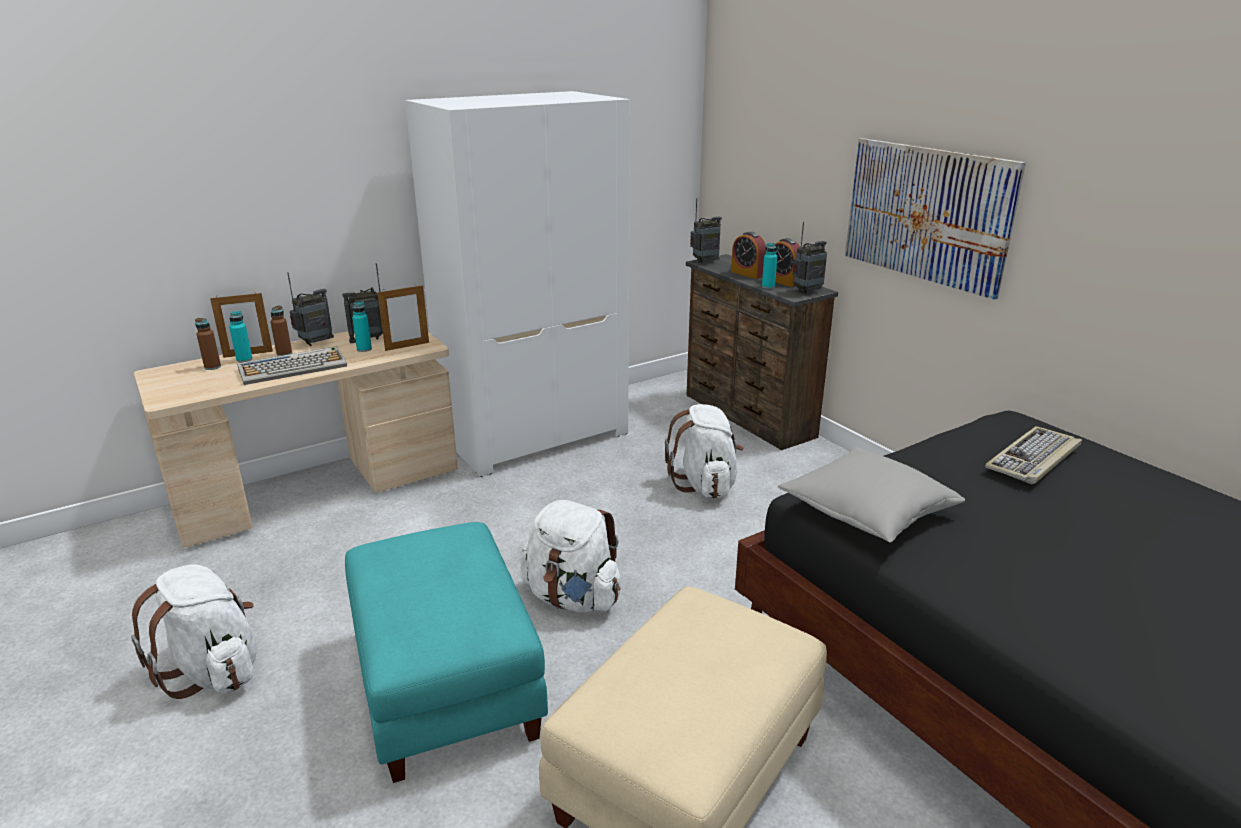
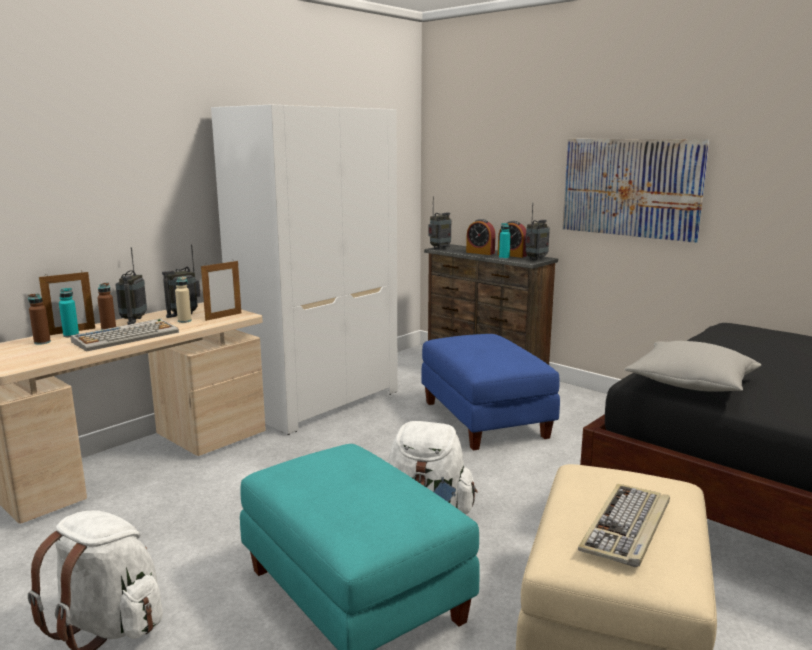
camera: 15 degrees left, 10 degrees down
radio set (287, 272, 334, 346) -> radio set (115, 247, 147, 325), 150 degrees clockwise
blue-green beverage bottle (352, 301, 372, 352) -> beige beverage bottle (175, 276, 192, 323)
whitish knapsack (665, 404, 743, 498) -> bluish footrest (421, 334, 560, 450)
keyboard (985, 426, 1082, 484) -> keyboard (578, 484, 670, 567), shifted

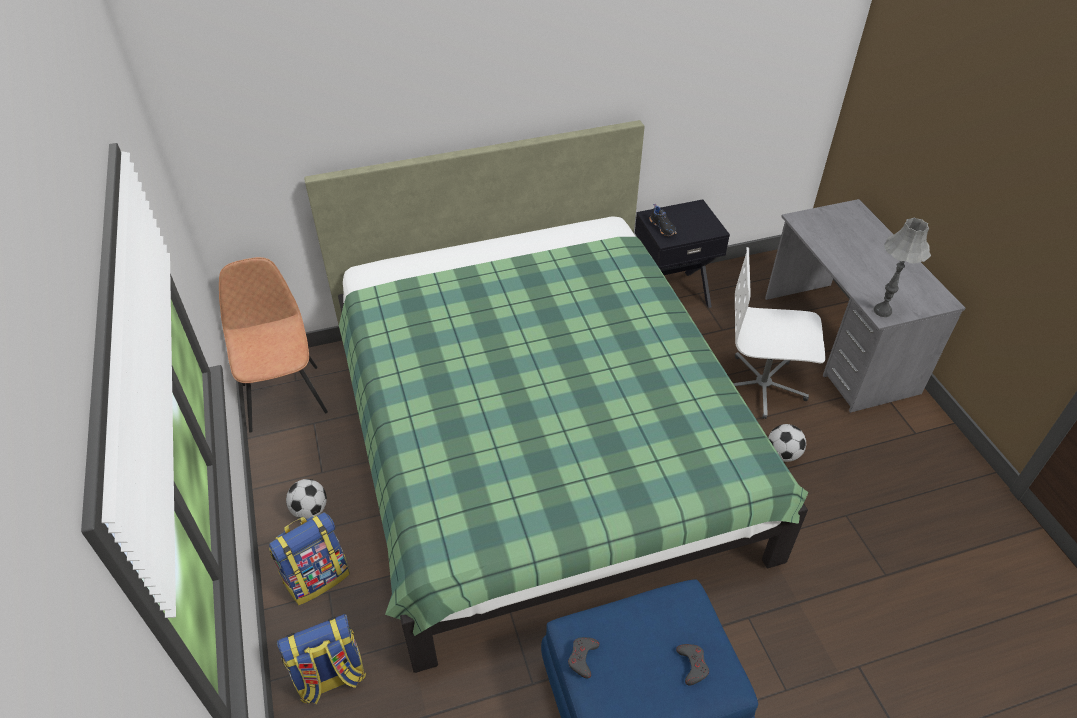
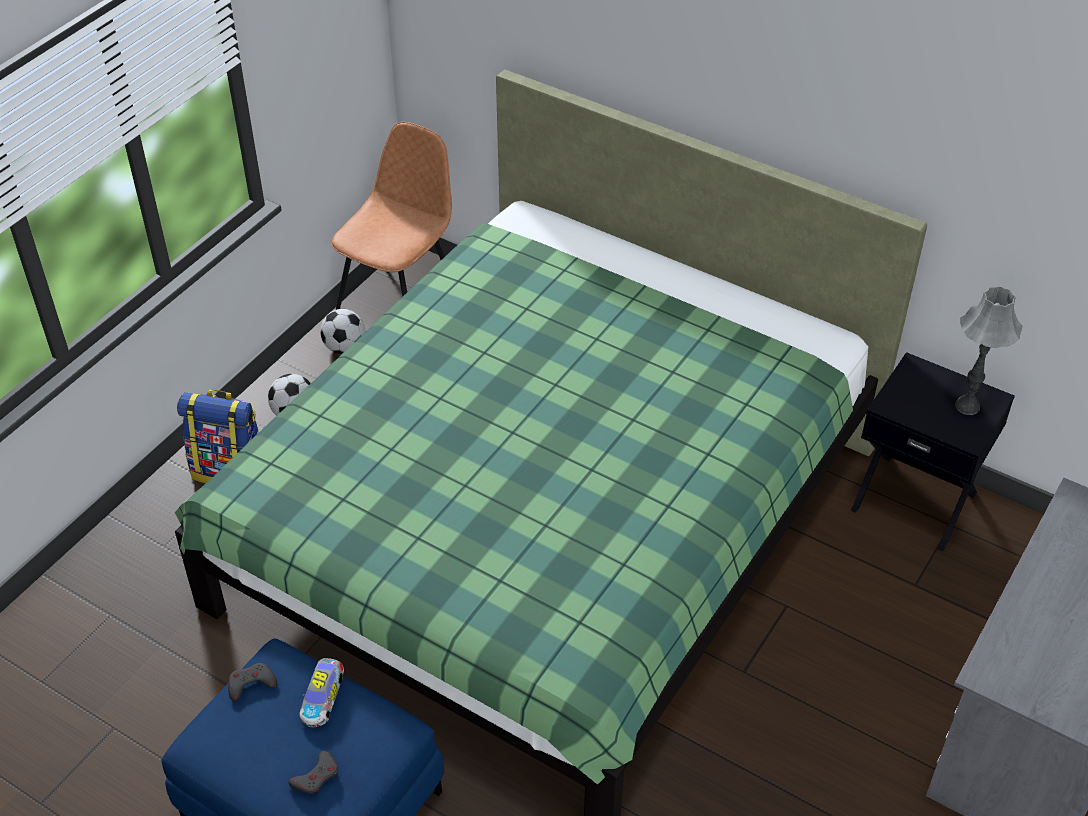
camera: 50 degrees right, 0 degrees up
none -> miniature car (299, 658, 344, 727)
ball for football (768, 424, 806, 462) -> ball for football (320, 309, 365, 354), shifted
grey tabletop lamp (874, 218, 931, 317) -> grey tabletop lamp (955, 286, 1022, 415), shifted
knapsack (277, 614, 366, 704) -> none
blackish item of footwear (649, 204, 677, 236) -> none
whitish desk chair (733, 247, 826, 419) -> none

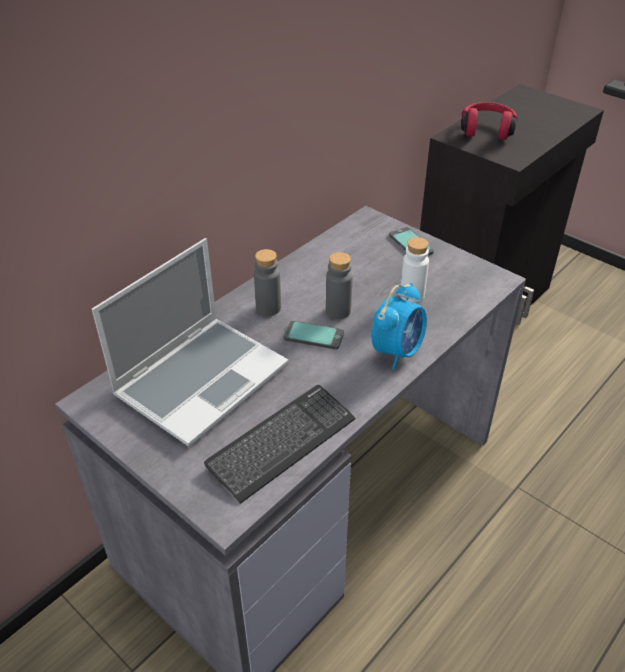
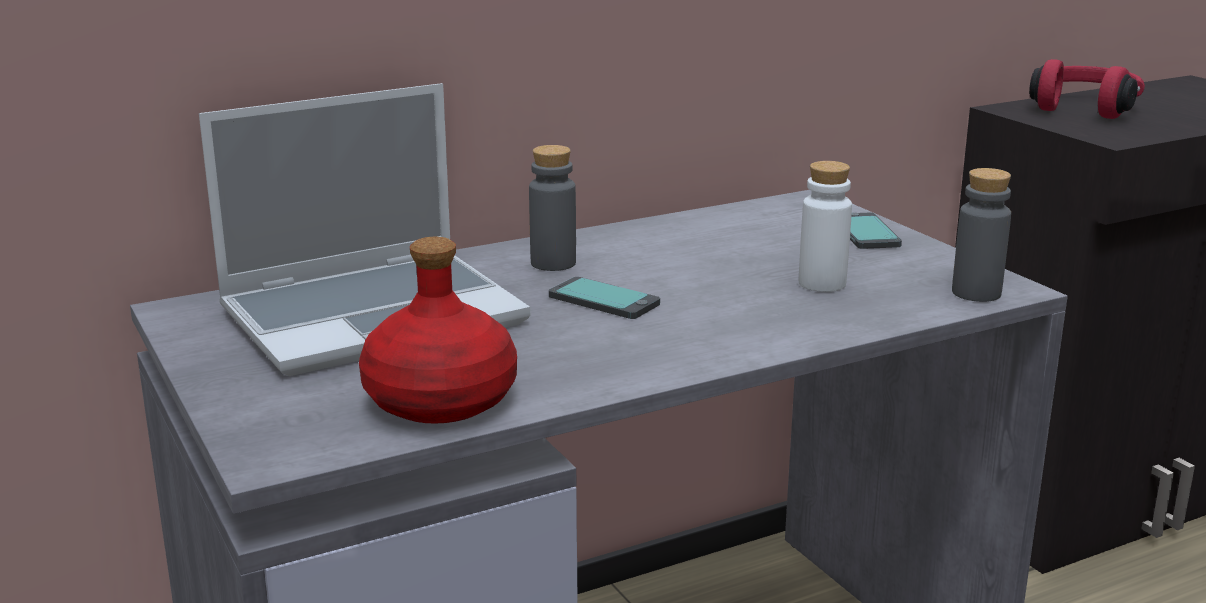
camera: 20 degrees right, 20 degrees down
keyboard (204, 385, 355, 504) -> red beverage bottle (359, 237, 517, 424)
grey beverage bottle (326, 252, 353, 319) -> grey beverage bottle (952, 168, 1011, 302), shifted
bedside clock (371, 283, 427, 370) -> none

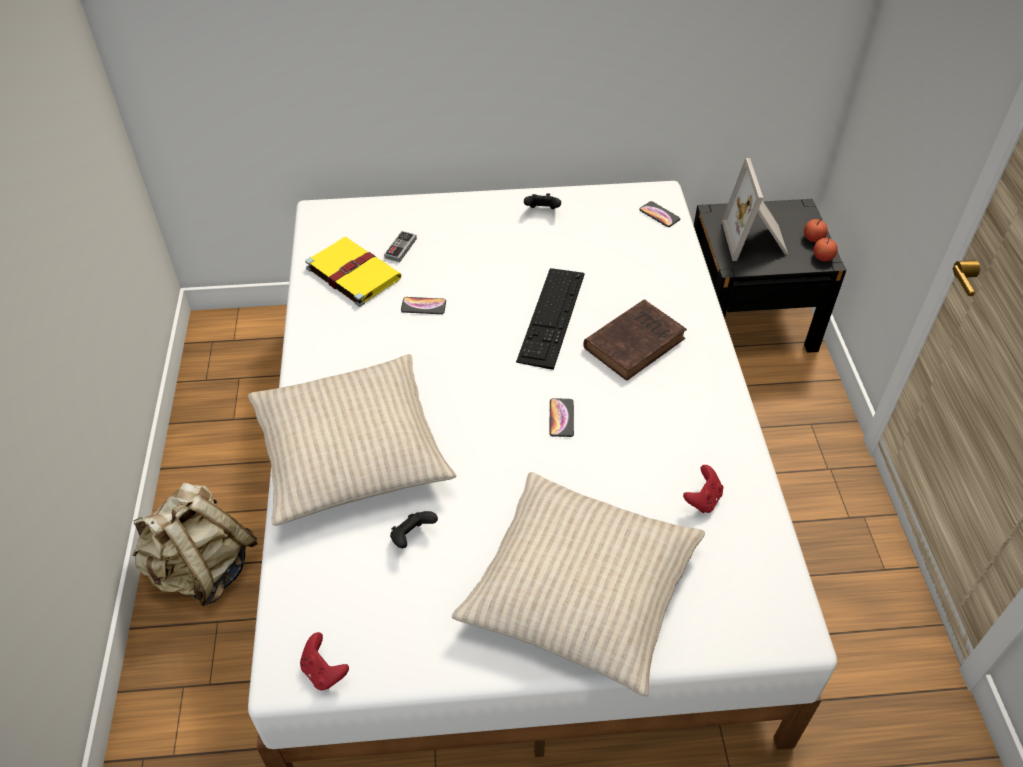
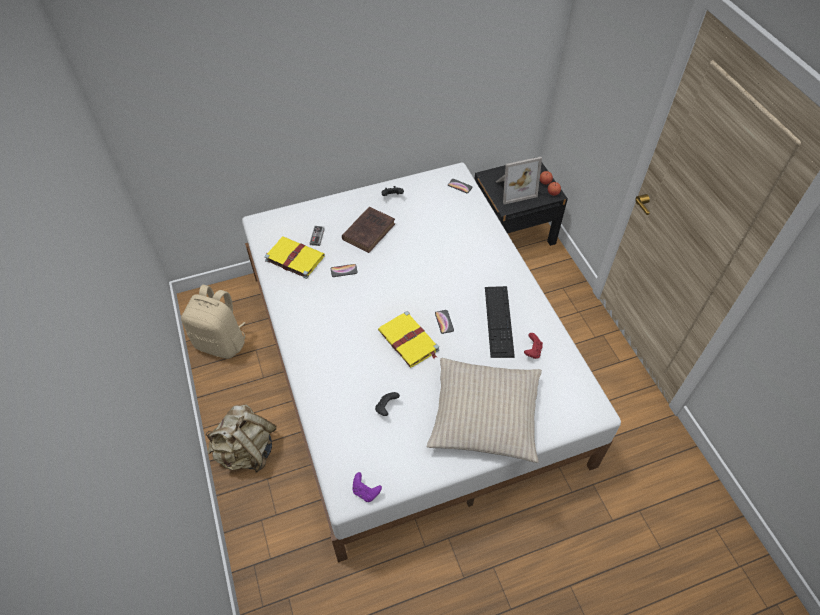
camera: 15 degrees left, 5 degrees up
none -> beige knapsack (181, 285, 246, 359)
brown bound book (583, 299, 687, 381) -> brown bound book (342, 207, 395, 253), shifted
red joypad (300, 632, 349, 690) -> purplish joypad (352, 472, 382, 502)
none -> yellowish bound book (378, 311, 439, 368)
keyboard (516, 268, 584, 370) -> keyboard (485, 286, 515, 358), shifted
picture frame (721, 158, 788, 261) -> picture frame (496, 157, 542, 205), 90 degrees counterclockwise
beige cushion (248, 354, 456, 526) -> none

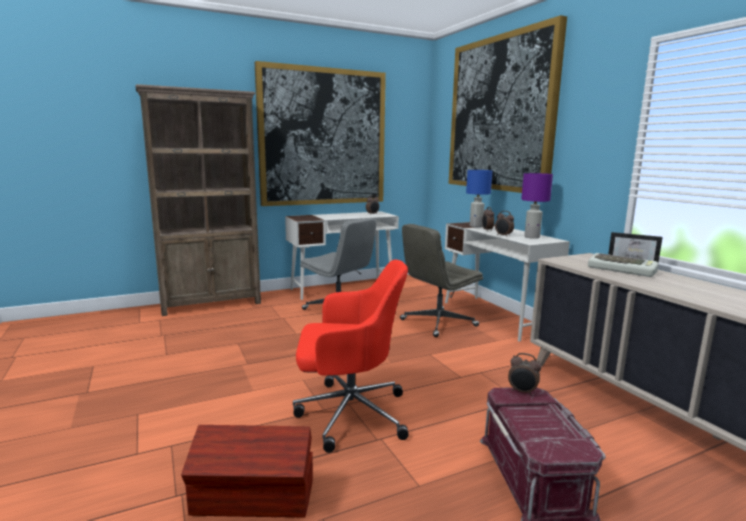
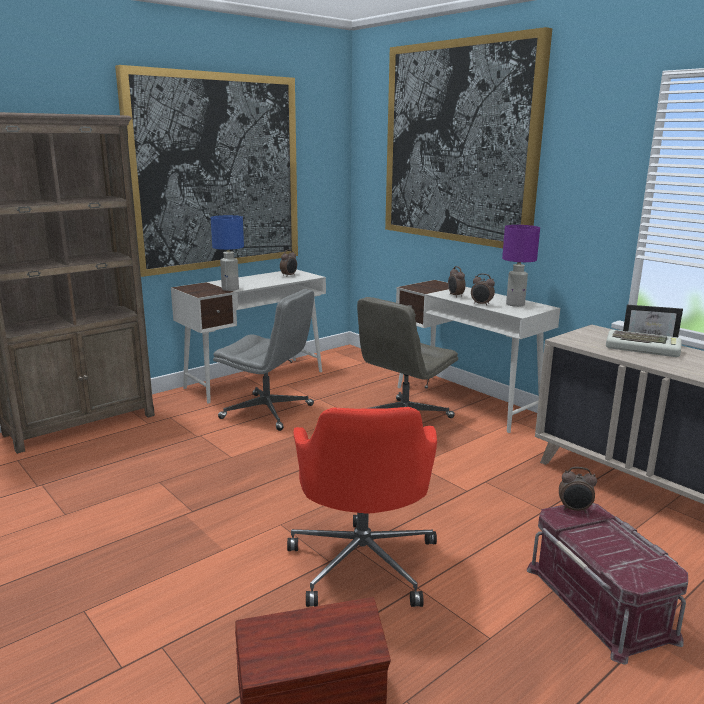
camera: 15 degrees left, 5 degrees up
bluish tabletop lamp (466, 170, 492, 227) -> bluish tabletop lamp (211, 215, 244, 291), shifted
red desk chair (293, 259, 409, 453) -> red desk chair (287, 407, 437, 607), 105 degrees clockwise

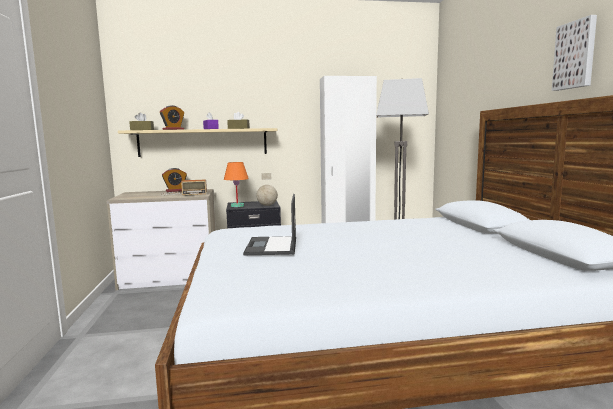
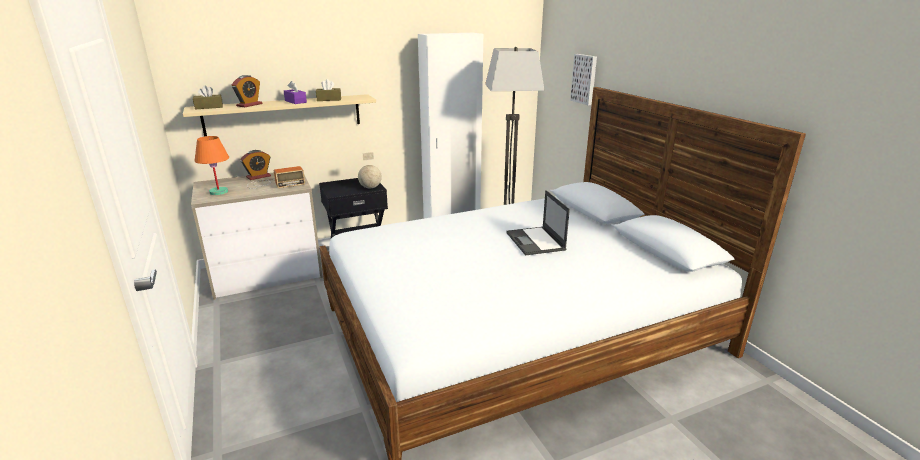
camera: 15 degrees left, 15 degrees up
orangey tabletop lamp (224, 162, 249, 207) -> orangey tabletop lamp (195, 136, 229, 195), shifted
notebook computer (243, 194, 296, 255) -> notebook computer (506, 190, 570, 255), shifted
wall art (552, 15, 597, 91) -> wall art (570, 54, 597, 105), shifted

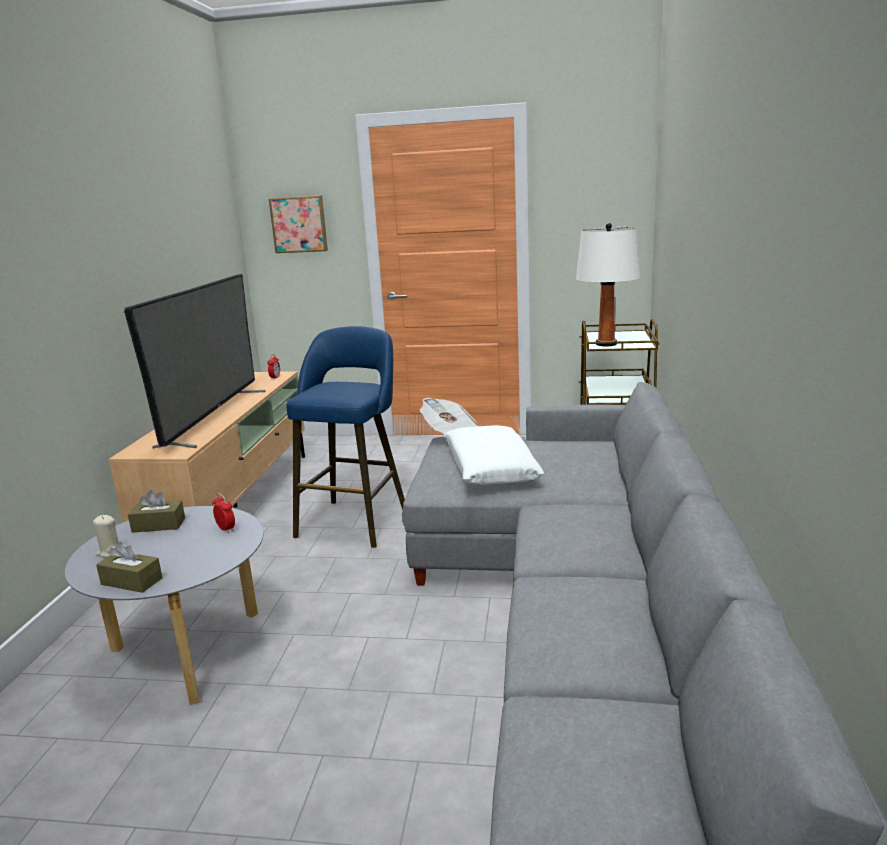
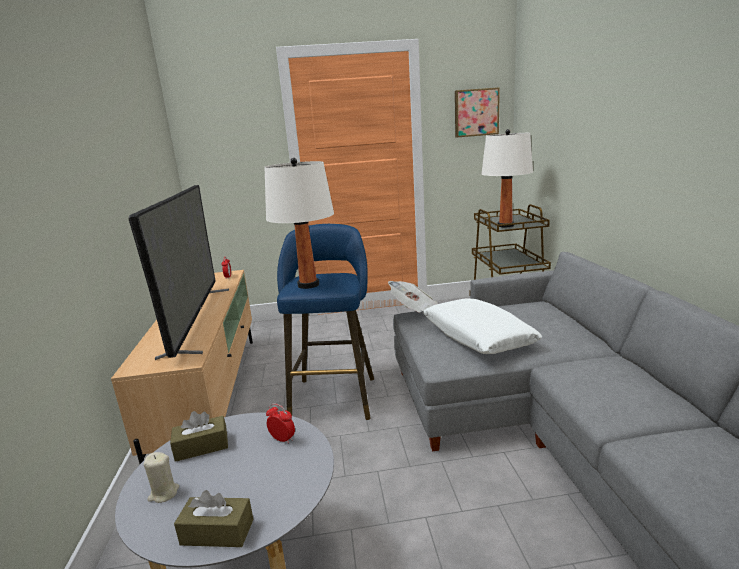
camera: 15 degrees left, 0 degrees up
none -> whitish tabletop lamp (265, 158, 334, 289)
wall art (269, 196, 328, 253) -> wall art (455, 87, 500, 137), shifted

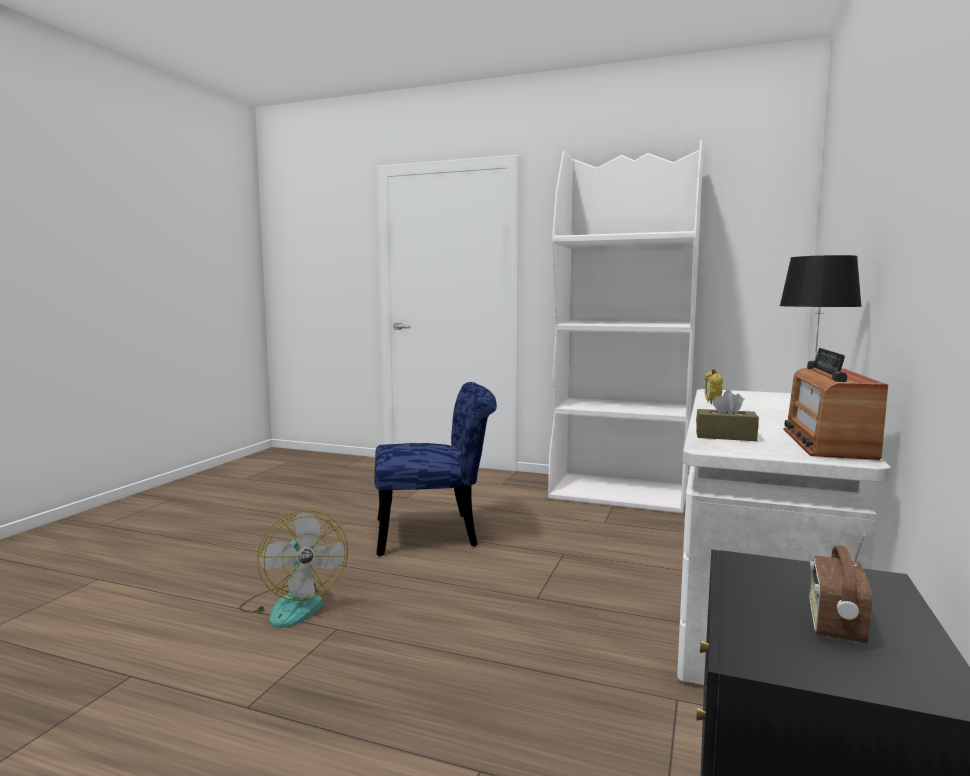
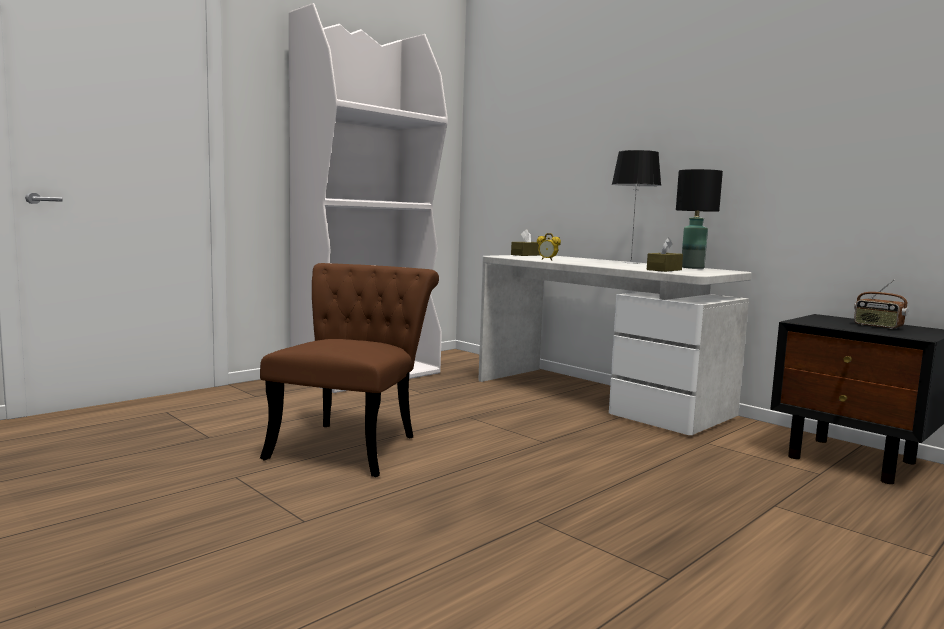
camera: 65 degrees left, 0 degrees up
bluish plain chair (374, 382, 497, 556) -> brown plain chair (260, 263, 439, 477)
none -> brown box of tissues (511, 229, 541, 256)
radio set (783, 348, 888, 460) -> blackish tabletop lamp (676, 169, 723, 269)
electric fan (239, 510, 348, 628) -> none

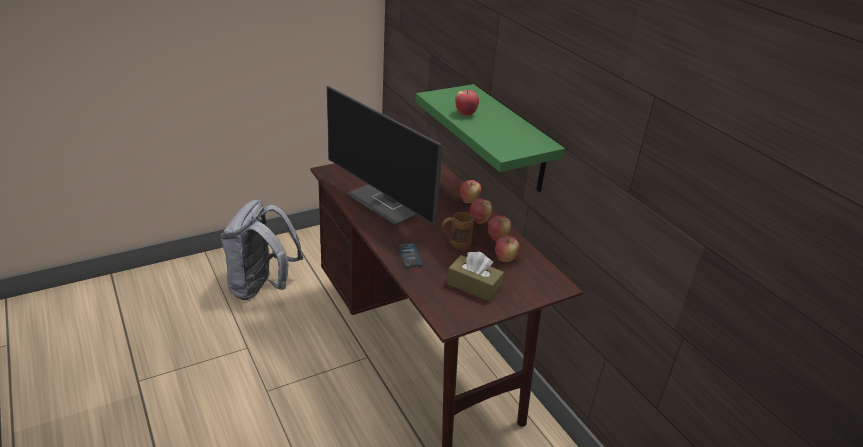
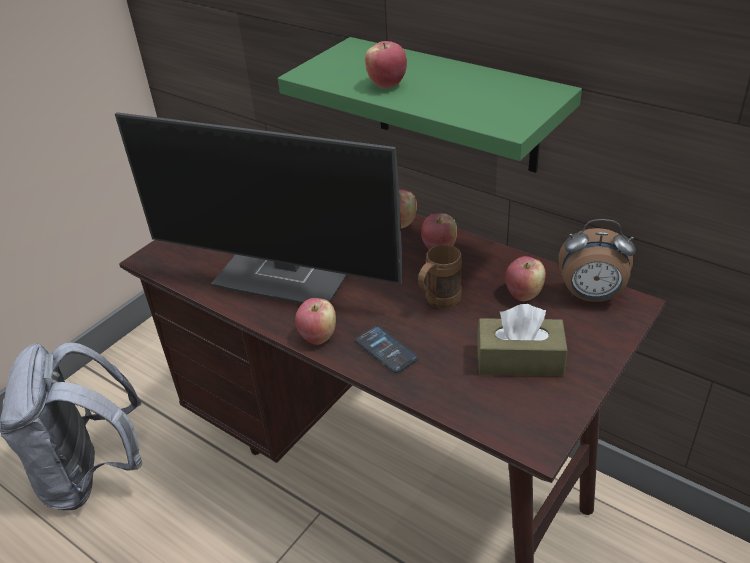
camera: 20 degrees left, 5 degrees up
apple fruit (488, 215, 511, 241) -> apple fruit (295, 298, 336, 345), shifted
none -> bedside clock (558, 219, 636, 302)

